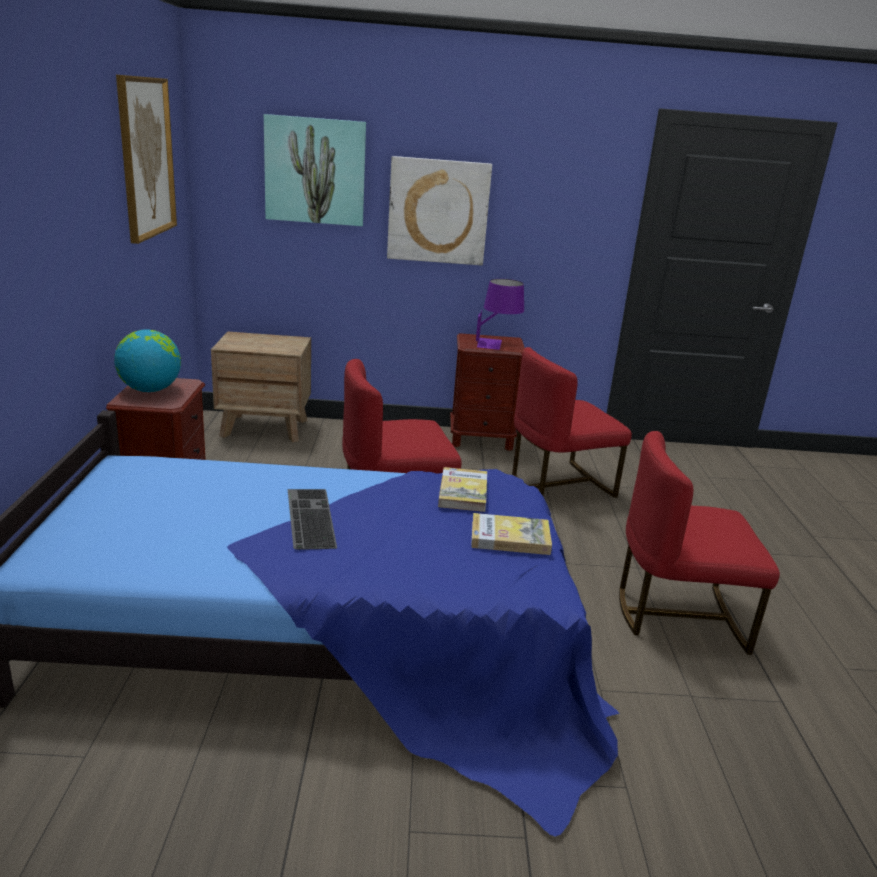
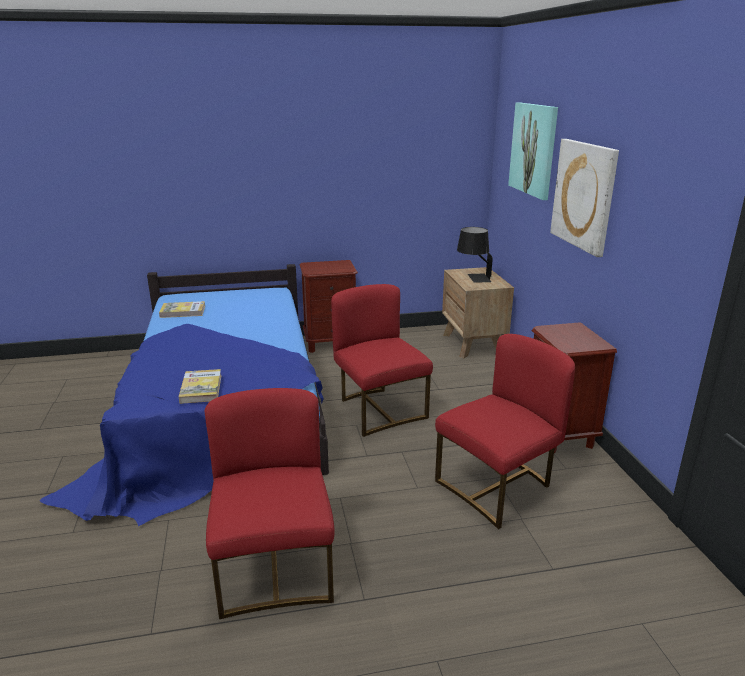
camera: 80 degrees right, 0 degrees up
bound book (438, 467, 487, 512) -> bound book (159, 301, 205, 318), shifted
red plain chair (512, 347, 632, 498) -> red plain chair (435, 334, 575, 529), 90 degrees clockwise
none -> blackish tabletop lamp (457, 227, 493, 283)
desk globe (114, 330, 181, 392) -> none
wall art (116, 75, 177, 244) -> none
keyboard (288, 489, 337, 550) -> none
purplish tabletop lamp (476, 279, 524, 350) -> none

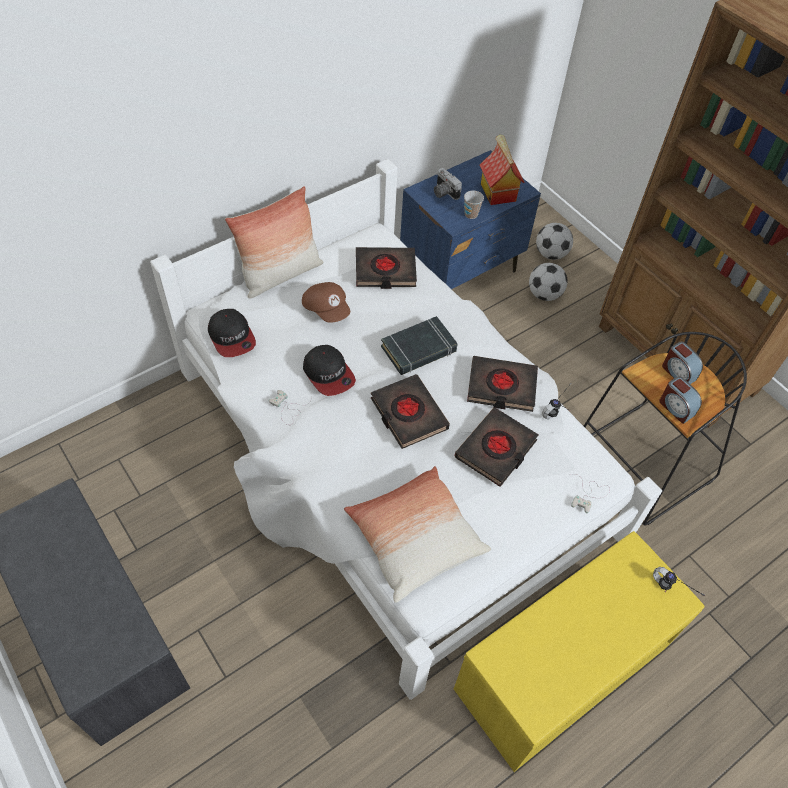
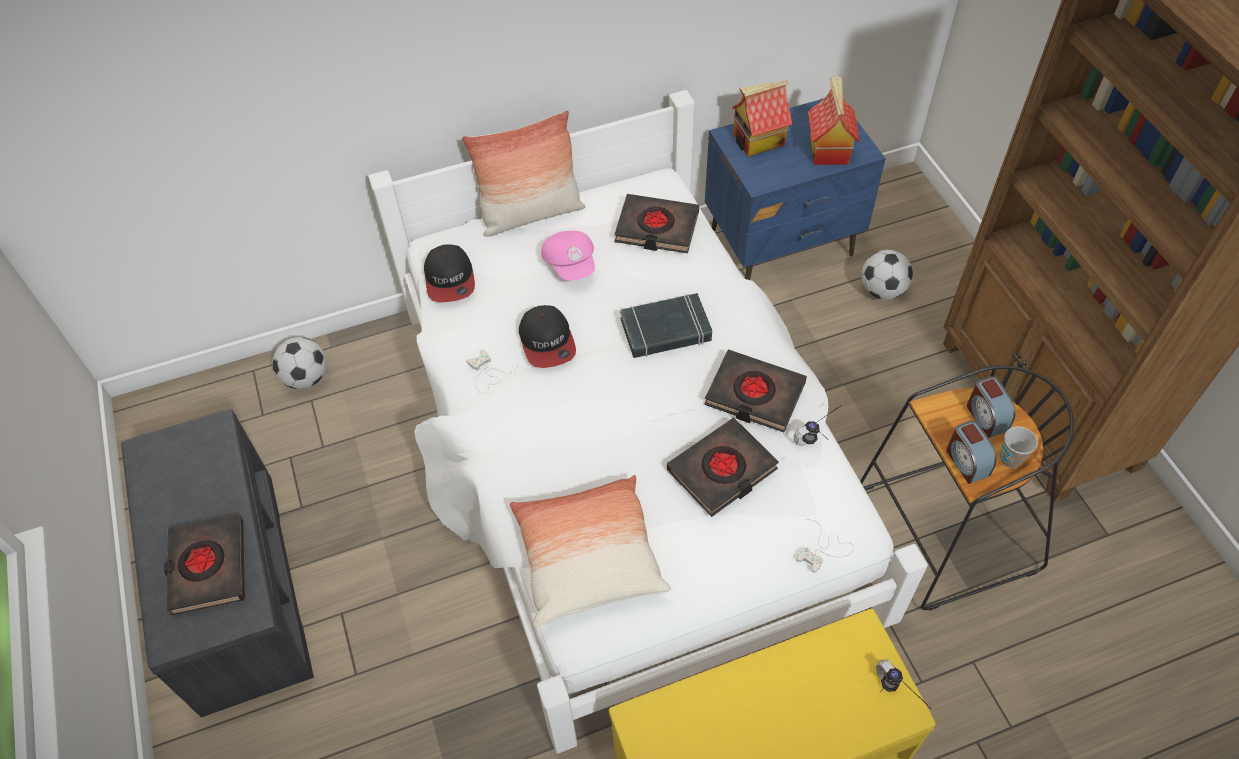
camera: 20 degrees right, 0 degrees up
blackish bound book (371, 374, 450, 449) -> blackish bound book (164, 514, 245, 615), shifted
ball for football (536, 223, 573, 260) -> ball for football (272, 337, 327, 389), shifted
brown peaked cap (302, 282, 350, 323) -> pink-coloured peaked cap (541, 231, 595, 280)
photo camera (434, 168, 462, 200) -> toy house (732, 80, 793, 157)
drinking cup (464, 191, 484, 219) -> drinking cup (1000, 426, 1038, 468), shifted

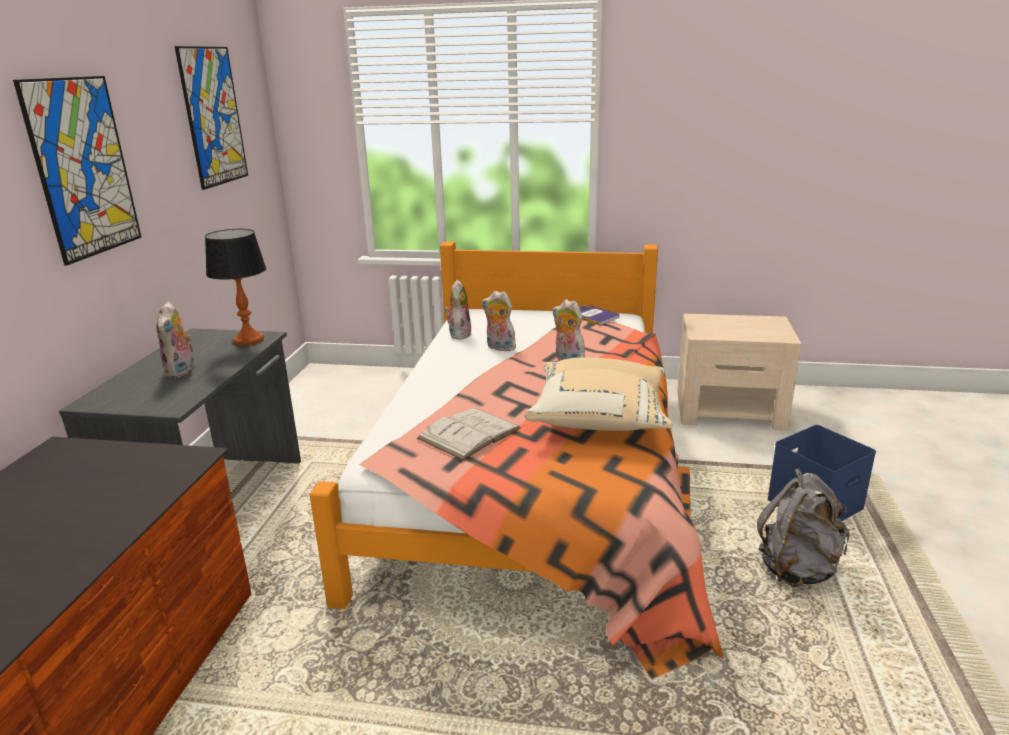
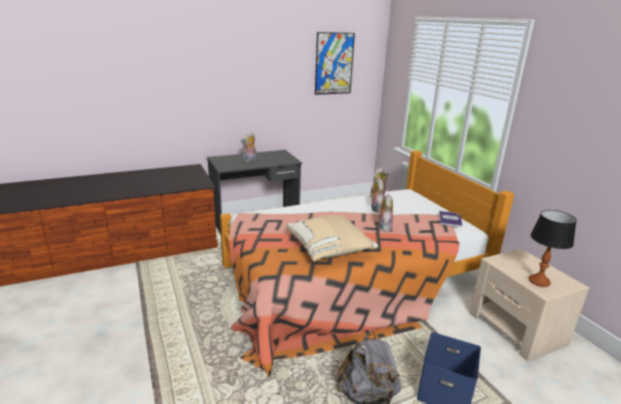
camera: 55 degrees right, 0 degrees up
tabletop lamp (205, 229, 266, 346) -> tabletop lamp (529, 210, 577, 287), shifted
wall art (13, 76, 142, 265) -> none
whitish bound book (417, 408, 521, 460) -> none

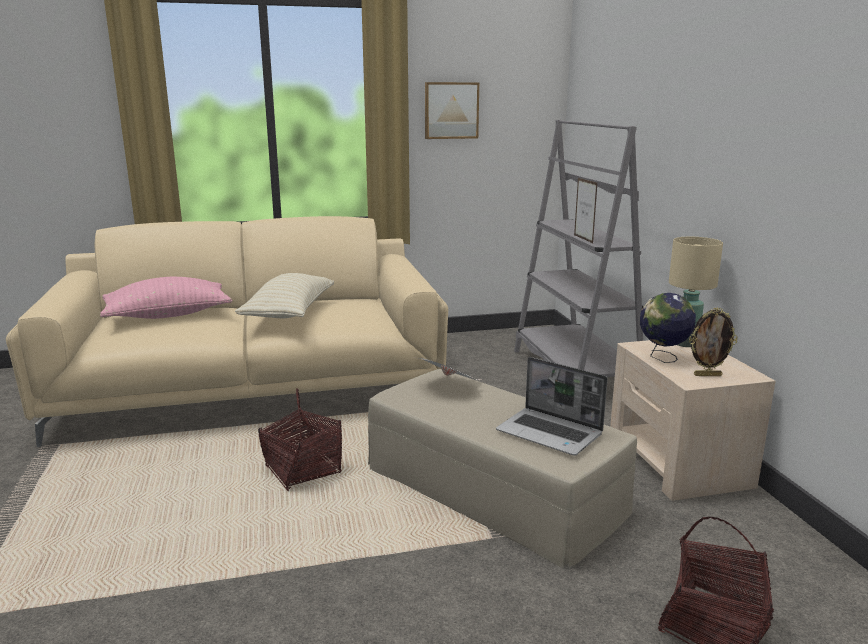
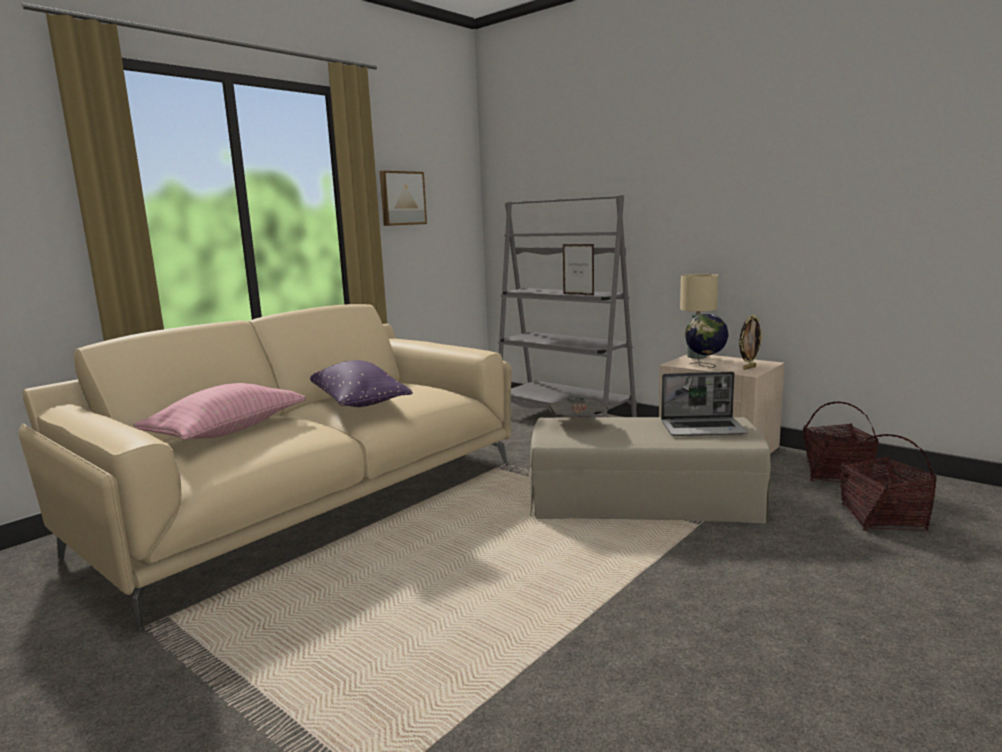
camera: 35 degrees left, 5 degrees down
beige cushion (235, 273, 334, 318) -> purplish cushion (310, 360, 413, 407)
storage basket (258, 388, 342, 491) -> storage basket (803, 402, 879, 485), shifted

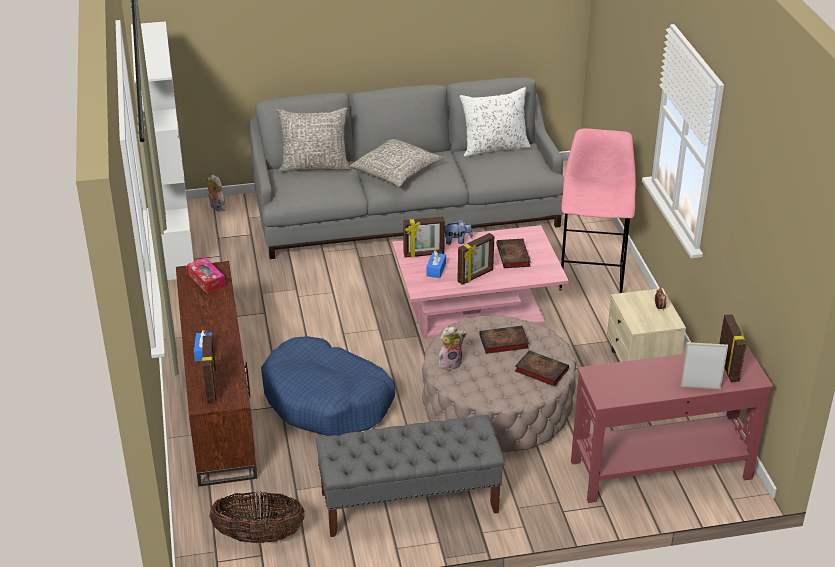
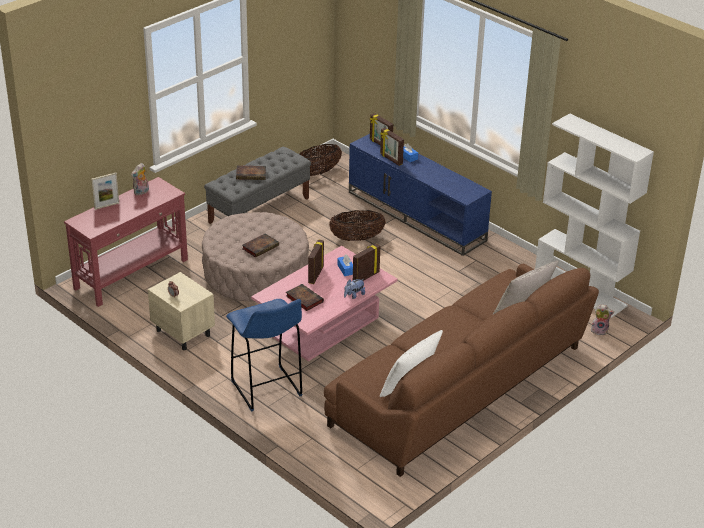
camera: 145 degrees right, 0 degrees up
soft toy (438, 326, 467, 370) -> soft toy (131, 163, 149, 195), shifted
pink-coloured stool (559, 129, 636, 293) -> bluish stool (226, 299, 302, 412)
bound book (515, 350, 569, 386) -> bound book (236, 166, 266, 180), shifted
grey sofa (249, 78, 564, 259) -> brown sofa (324, 264, 599, 477)
bluish dog bed (261, 336, 395, 436) -> storage basket (329, 210, 386, 241)
brown tv unit (176, 261, 257, 487) -> bluish tv unit (349, 134, 492, 256)
picture frame (719, 314, 747, 382) -> picture frame (380, 128, 404, 166), shifted
box of tissues (187, 257, 225, 294) -> none
grey cushion (350, 139, 443, 187) -> none

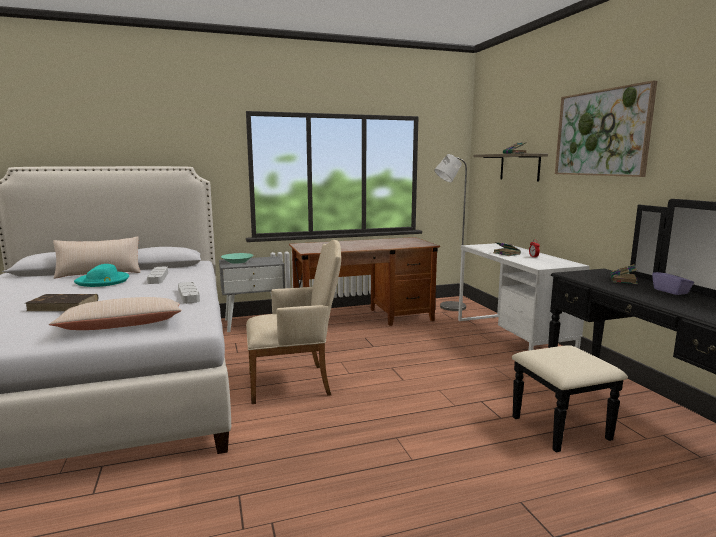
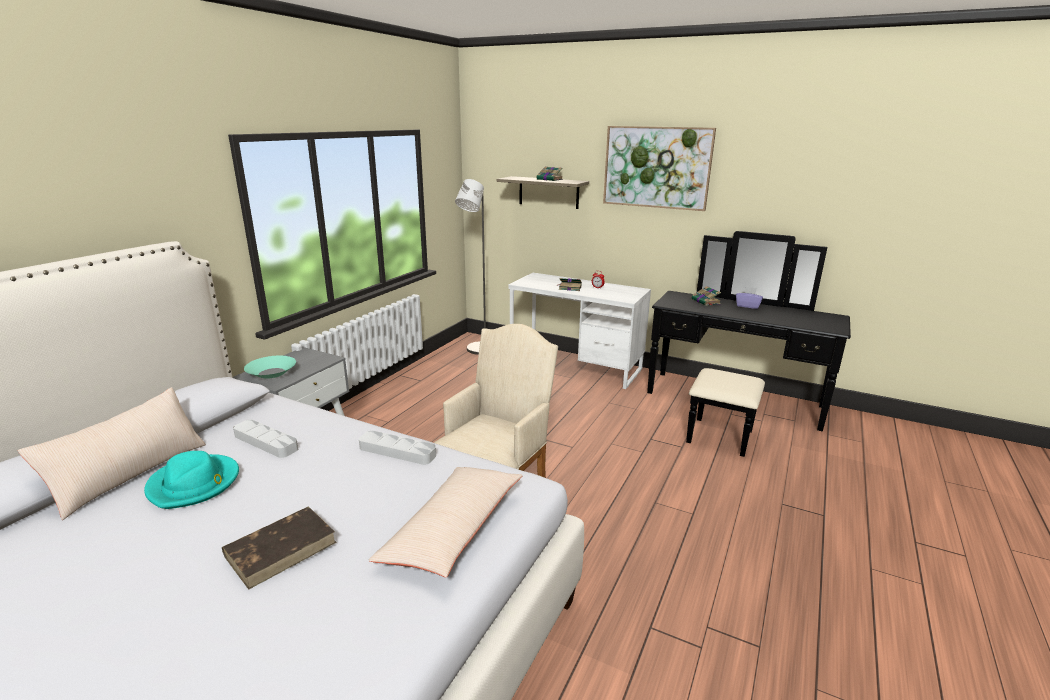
camera: 45 degrees left, 10 degrees up
desk table (289, 237, 440, 326) -> none

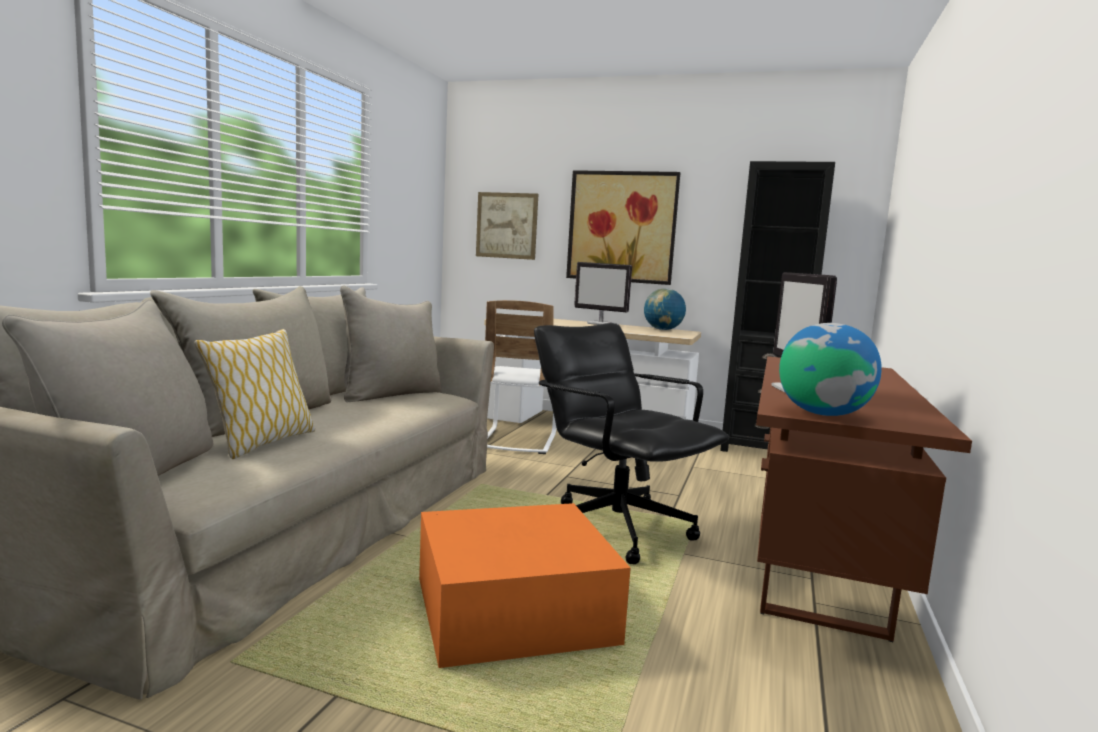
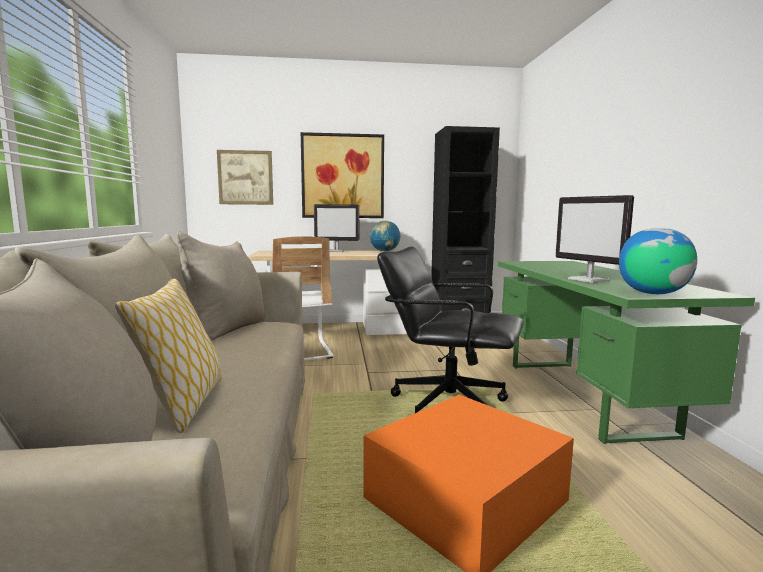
camera: 25 degrees left, 0 degrees up
brown desk table (756, 356, 972, 642) -> green desk table (498, 261, 755, 444)

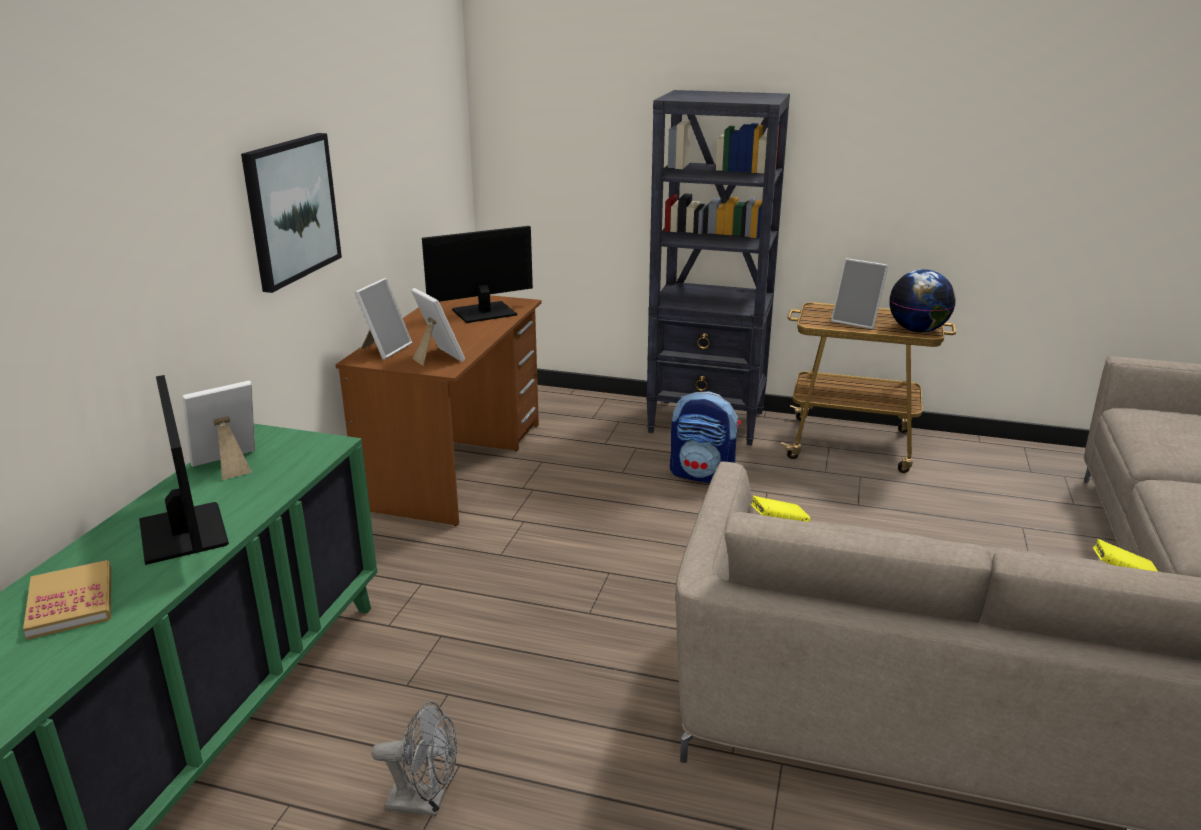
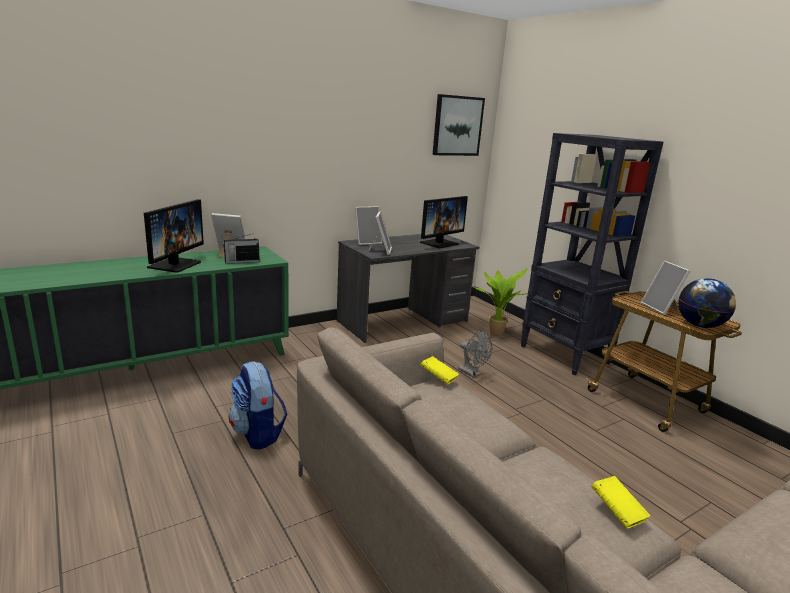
camera: 40 degrees right, 5 degrees down
none -> radio set (223, 233, 259, 264)
knapsack (670, 391, 741, 483) -> knapsack (229, 361, 287, 450), shifted
brown desk table (336, 295, 542, 526) -> grey desk table (337, 234, 479, 343)
monitor (422, 226, 533, 323) -> monitor (420, 196, 468, 248), 120 degrees clockwise
wall art (241, 133, 342, 293) -> wall art (433, 94, 485, 156), shifted
grey electric fan (371, 701, 457, 816) -> grey electric fan (458, 331, 492, 378), shifted
none -> houseplant (474, 268, 528, 336)
bound book (23, 560, 111, 640) -> none

